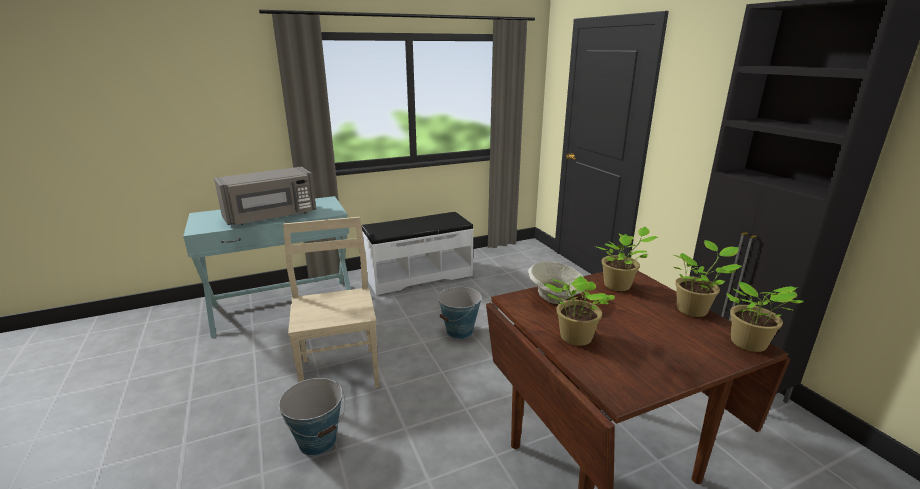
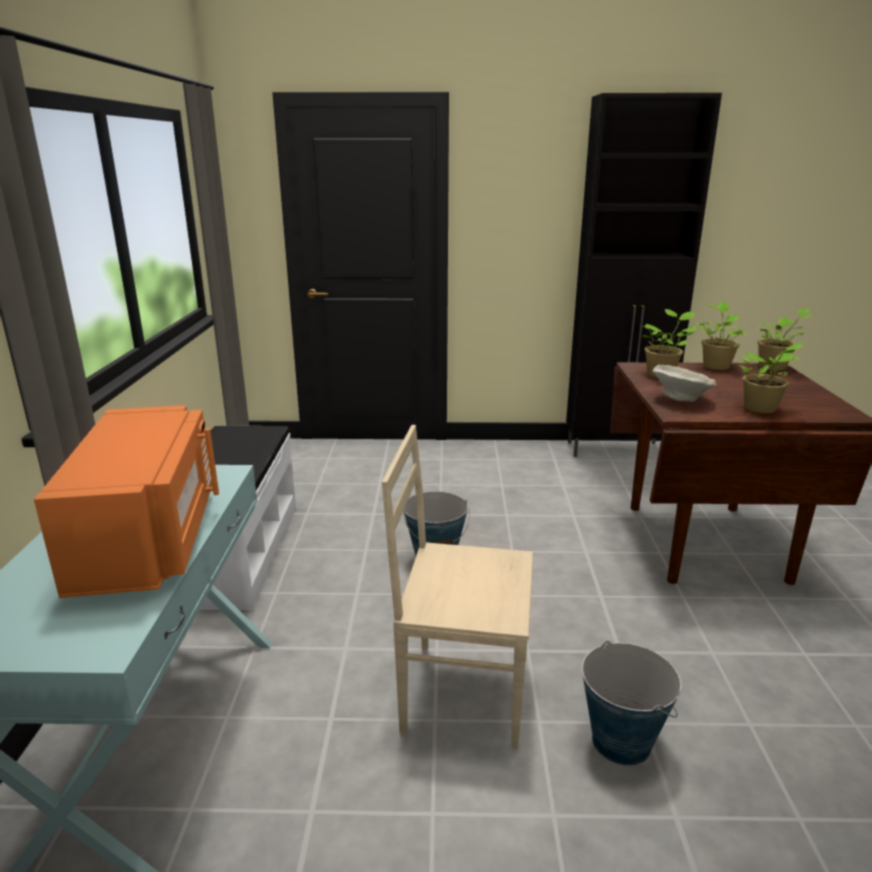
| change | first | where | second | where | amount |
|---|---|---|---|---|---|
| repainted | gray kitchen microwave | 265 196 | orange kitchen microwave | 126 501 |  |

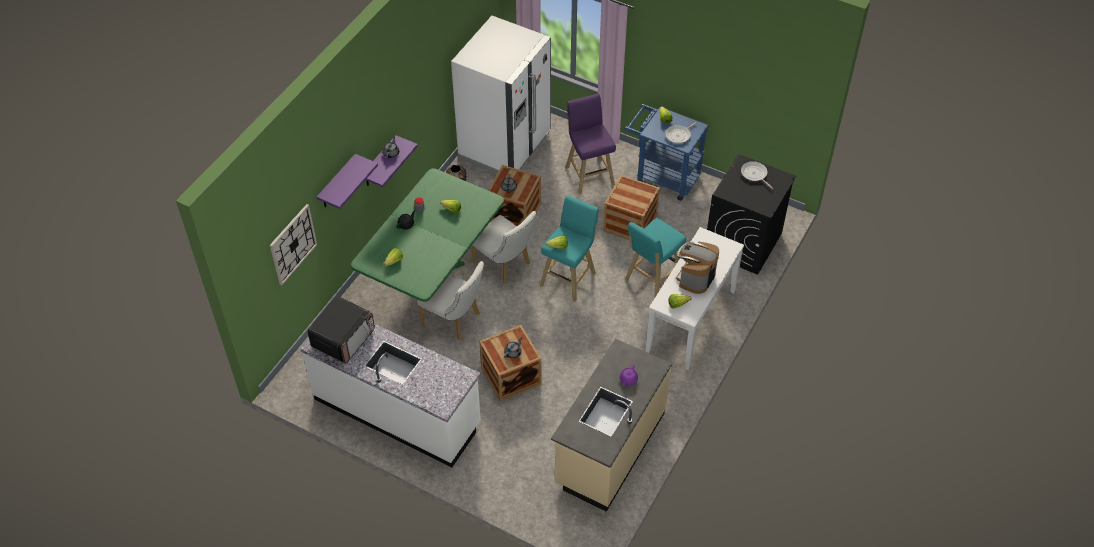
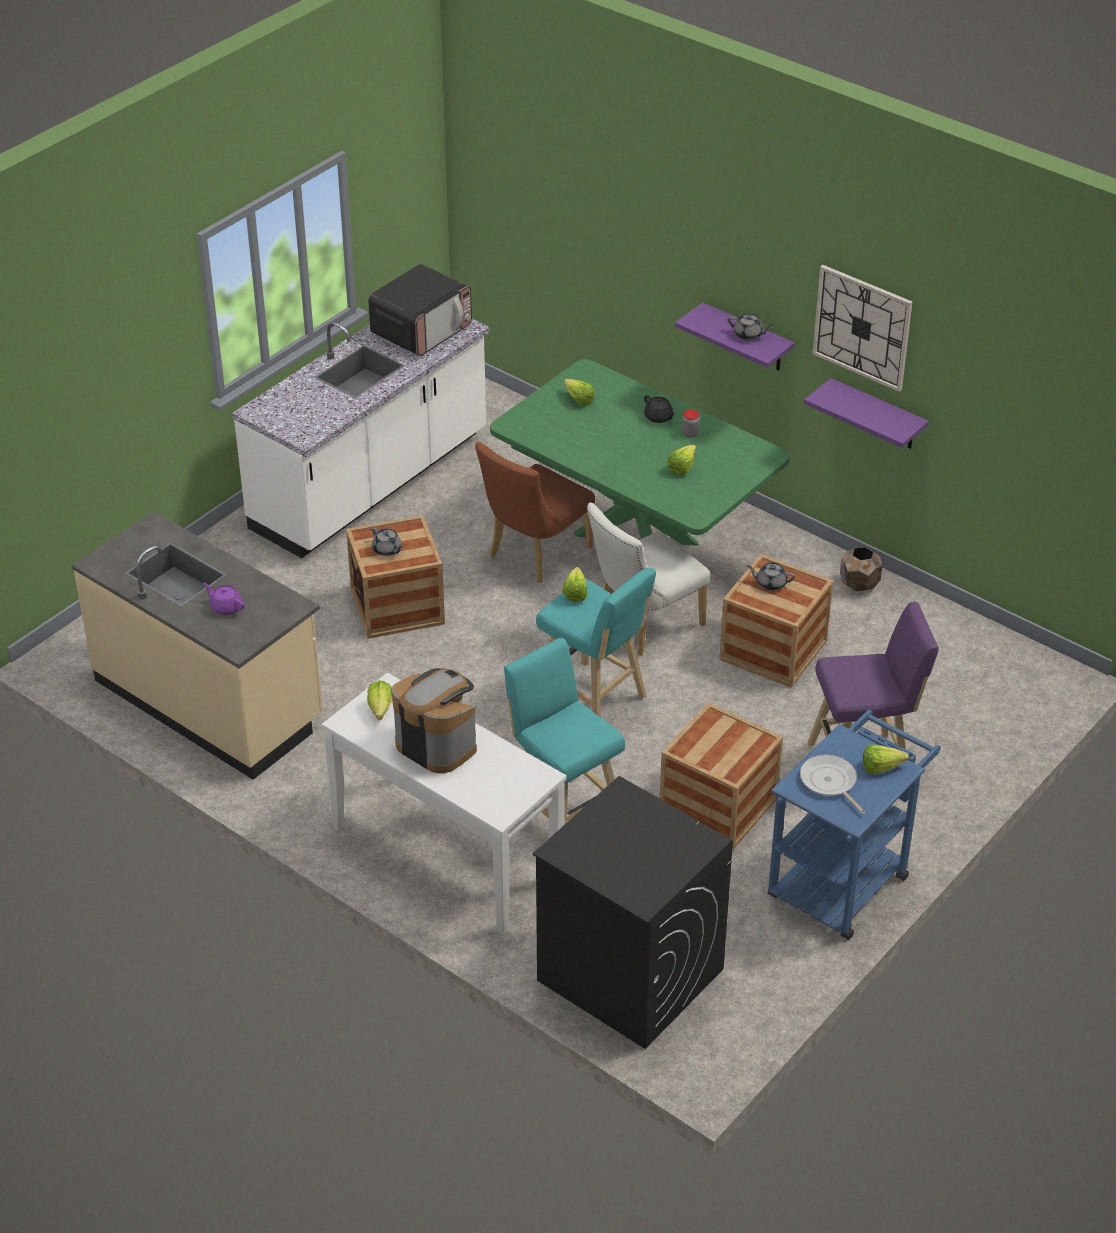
| change | first | where | second | where | amount |
|---|---|---|---|---|---|
| gone | whitish fridge | 501 95 |  |  |  |
| gone | skillet | 757 175 |  |  |  |
| shifted | hanging clock | 293 244 |  | 862 328 |  |
| shifted | purplish bracket shelf | 347 181 |  | 866 413 |  |
| repainted | whitish chair | 450 300 | brown-coloured chair | 535 512 |  |
| rotated | kitchen microwave | 341 330 |  | 420 310 | 90 degrees counterclockwise |

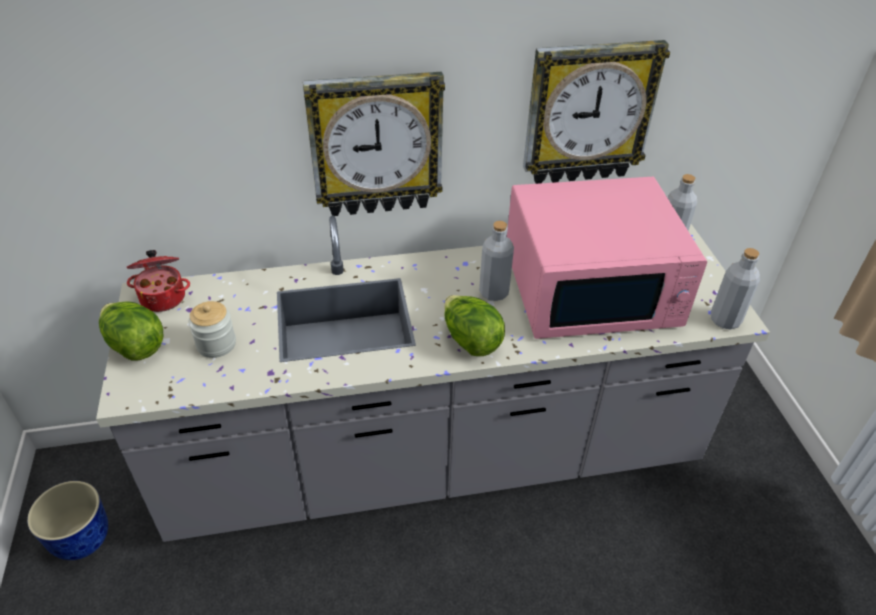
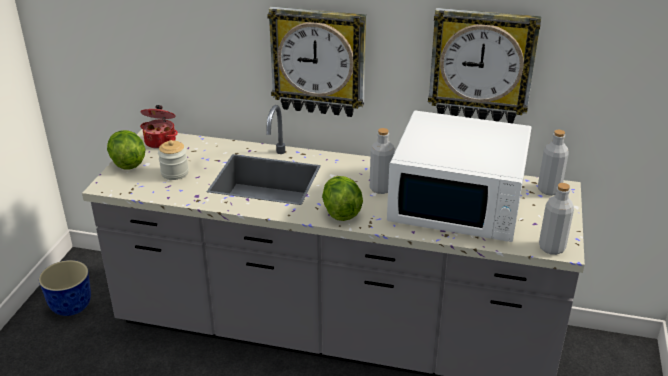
| change | first | where | second | where | amount |
|---|---|---|---|---|---|
| repainted | pink-coloured kitchen microwave | 607 258 | whitish kitchen microwave | 459 176 |  |

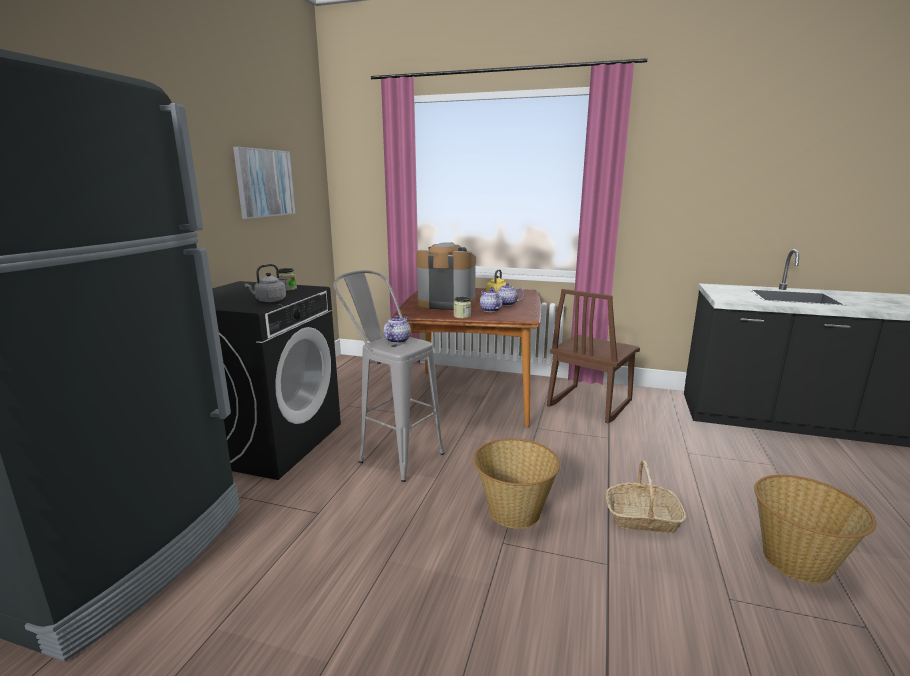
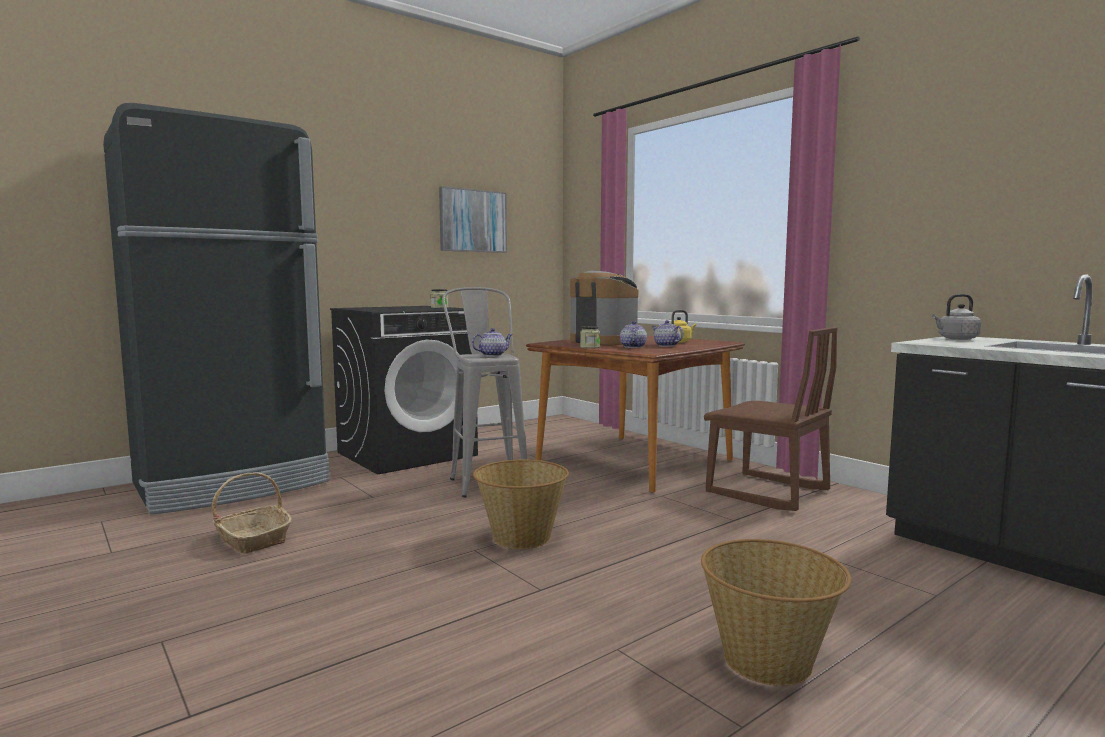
| change | first | where | second | where | amount |
|---|---|---|---|---|---|
| shifted | gray water kettle | 265 283 |  | 956 317 |  |
| shifted | storage basket | 645 496 |  | 252 513 |  |
| rotated | brown-coloured chair | 593 356 |  | 771 419 | 120 degrees counterclockwise |

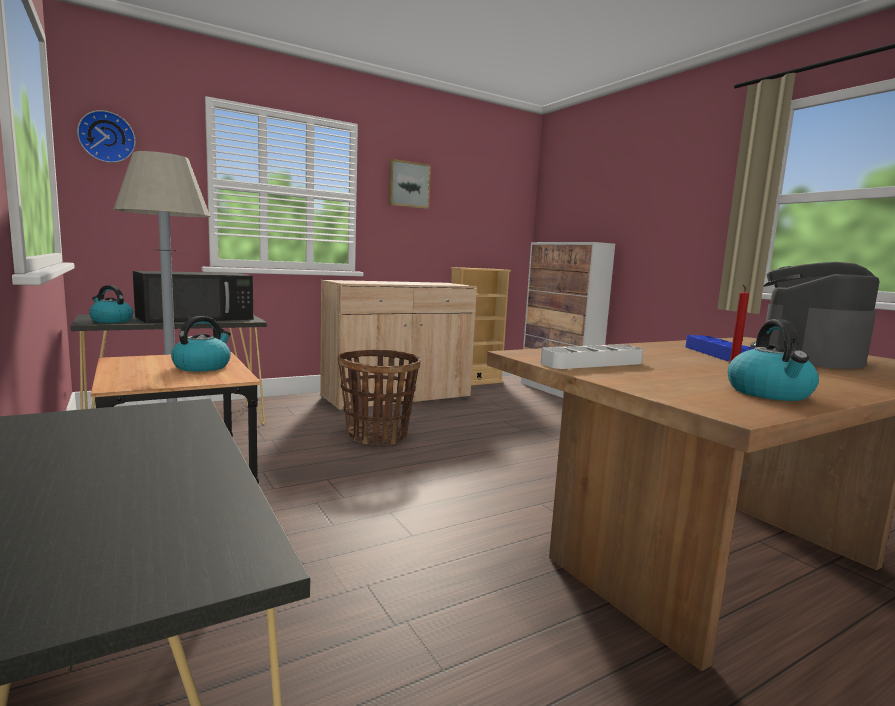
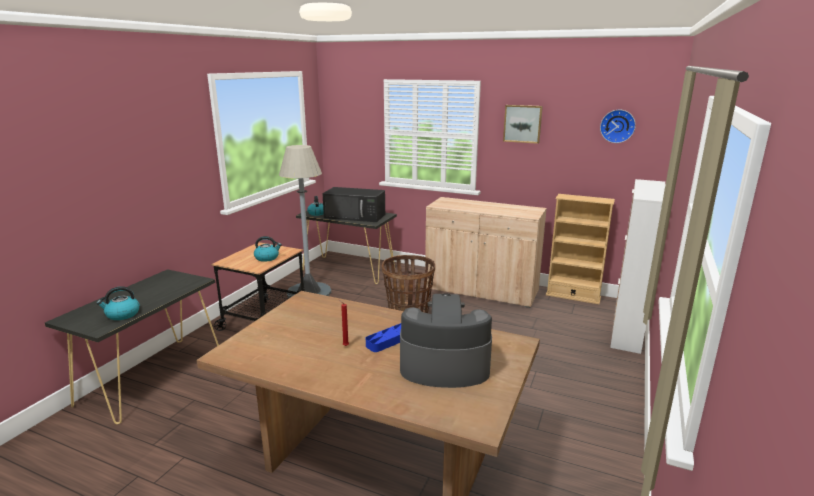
| change | first | where | second | where | amount |
|---|---|---|---|---|---|
| gone | gray serving tray | 591 356 |  |  |  |
| shifted | hanging clock | 106 136 |  | 618 126 |  |
| shifted | water kettle | 773 360 |  | 118 303 |  |

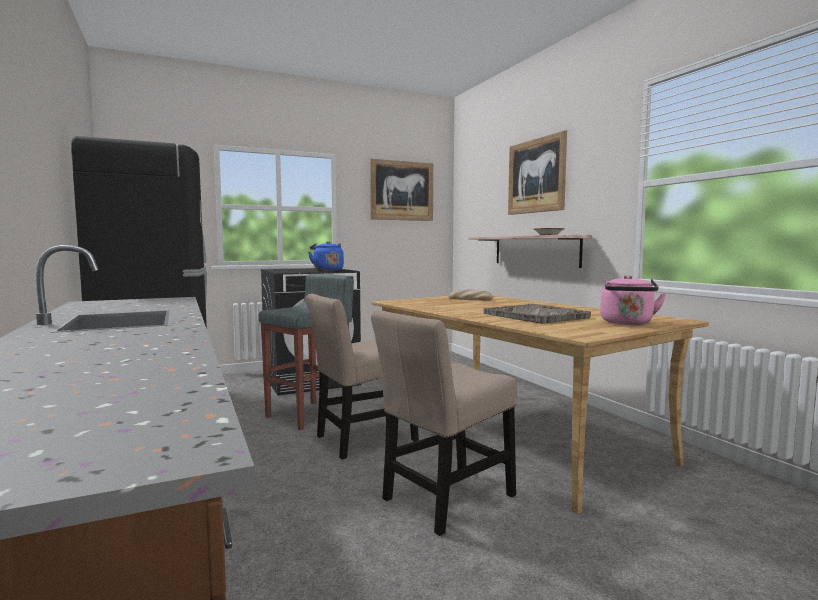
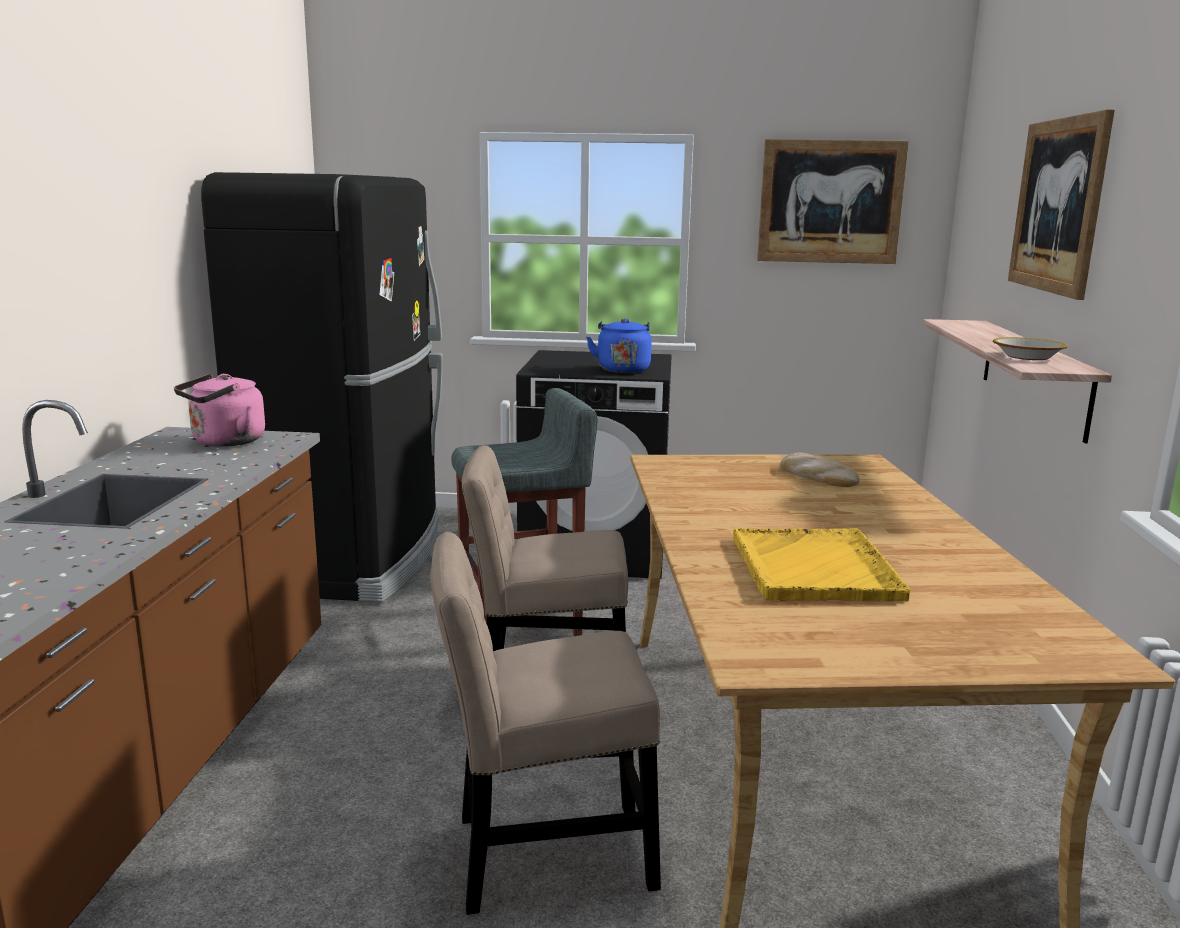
| change | first | where | second | where | amount |
|---|---|---|---|---|---|
| shifted | pink-coloured water kettle | 633 300 |  | 219 410 |  |
| repainted | gray serving tray | 537 314 | yellow-coloured serving tray | 822 565 |  |

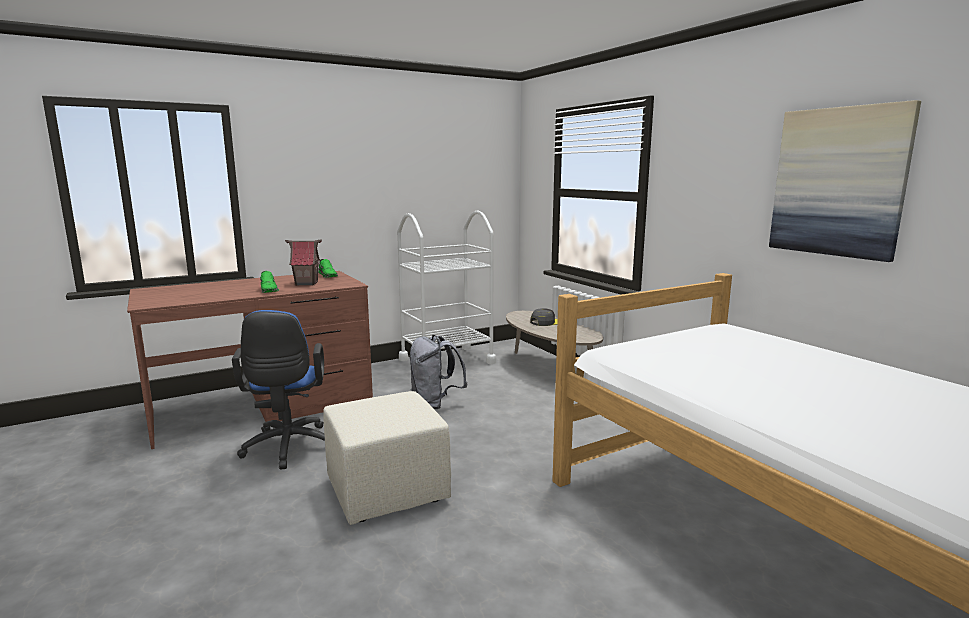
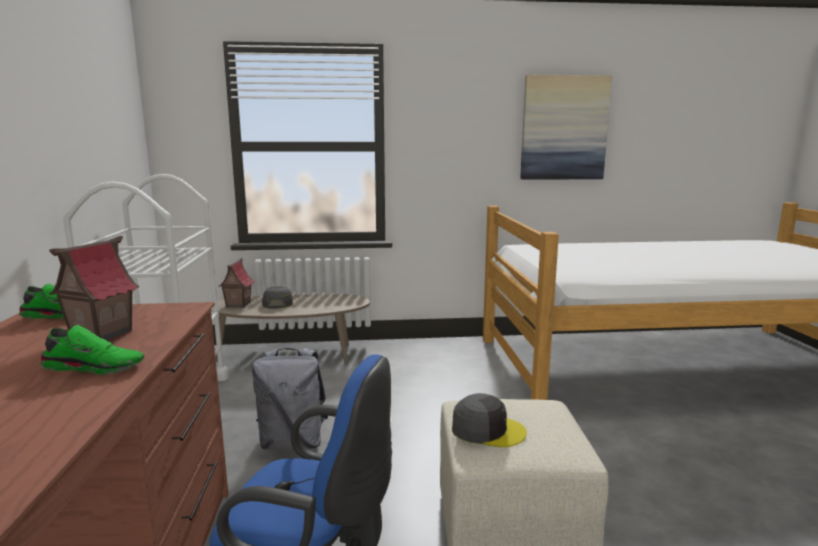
| change | first | where | second | where | amount |
|---|---|---|---|---|---|
| new |  |  | toy house | 236 283 |  |
| new |  |  | gray cap | 489 420 |  |

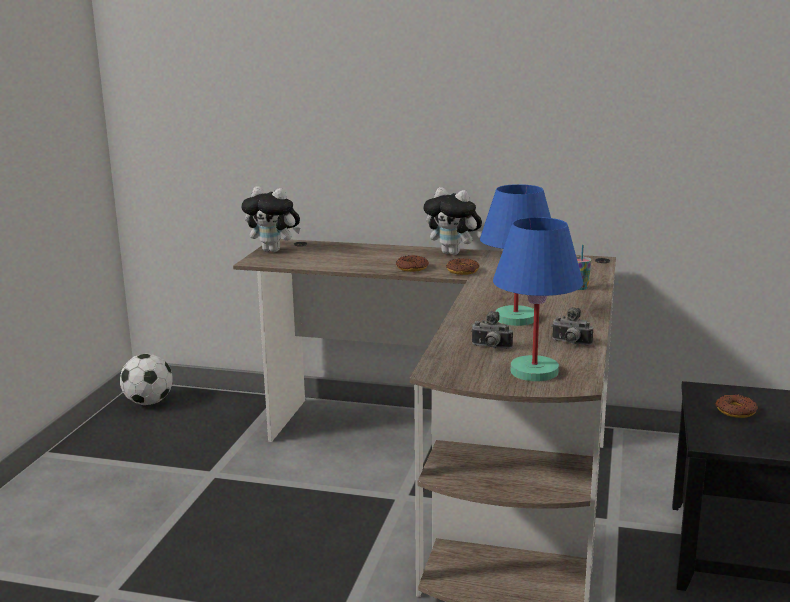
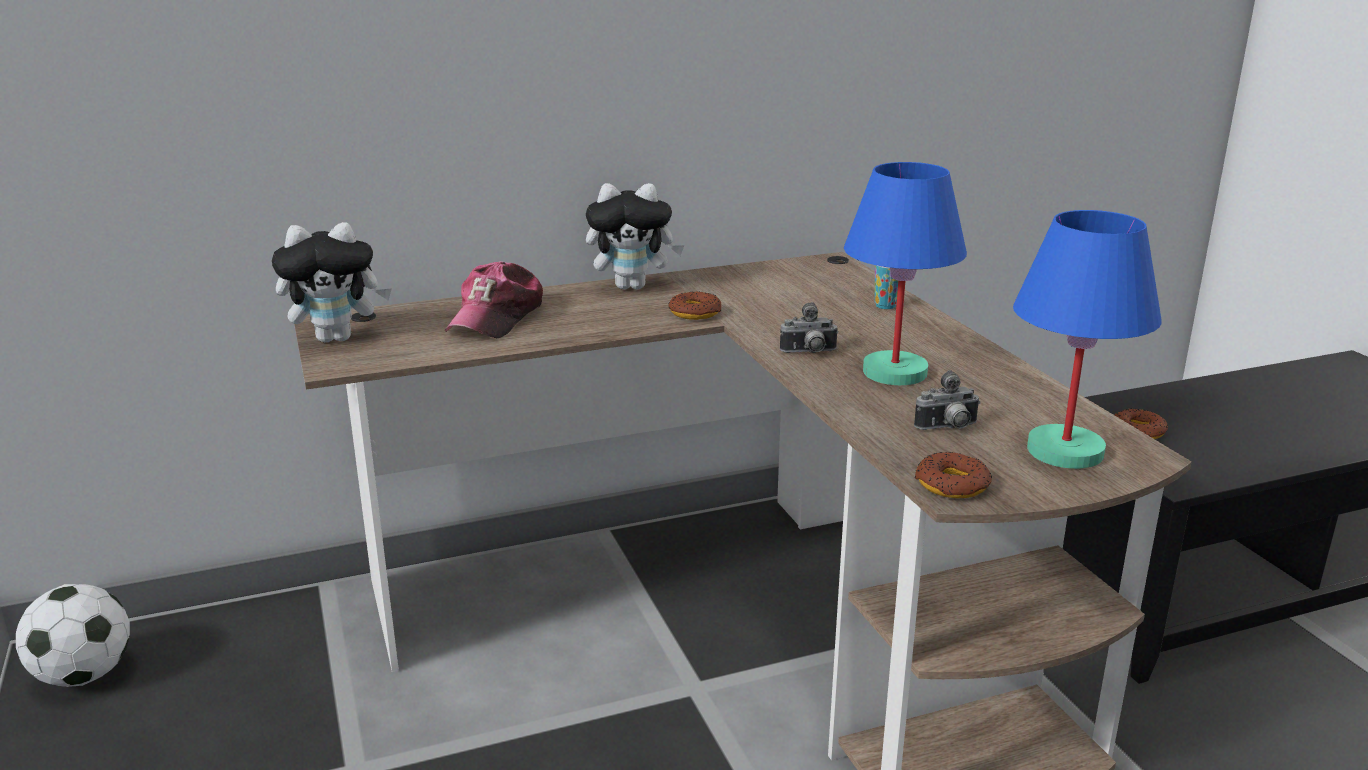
| change | first | where | second | where | amount |
|---|---|---|---|---|---|
| new |  |  | cap | 494 299 |  |
| shifted | doughnut | 412 263 |  | 953 475 |  |
| shifted | photo camera | 572 326 |  | 809 327 |  |

